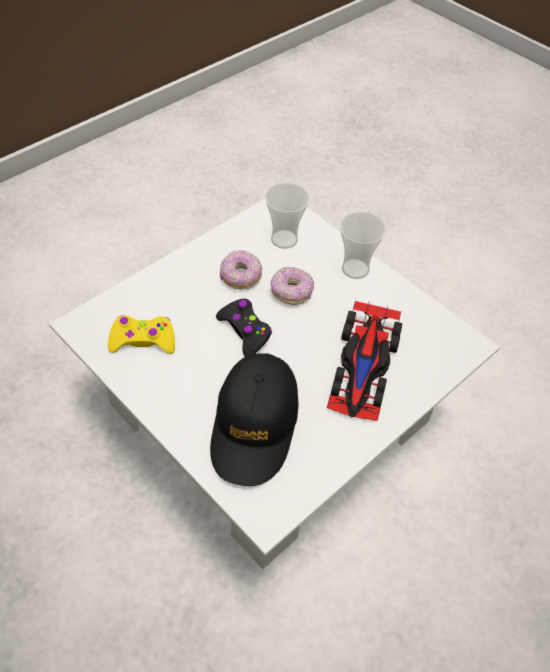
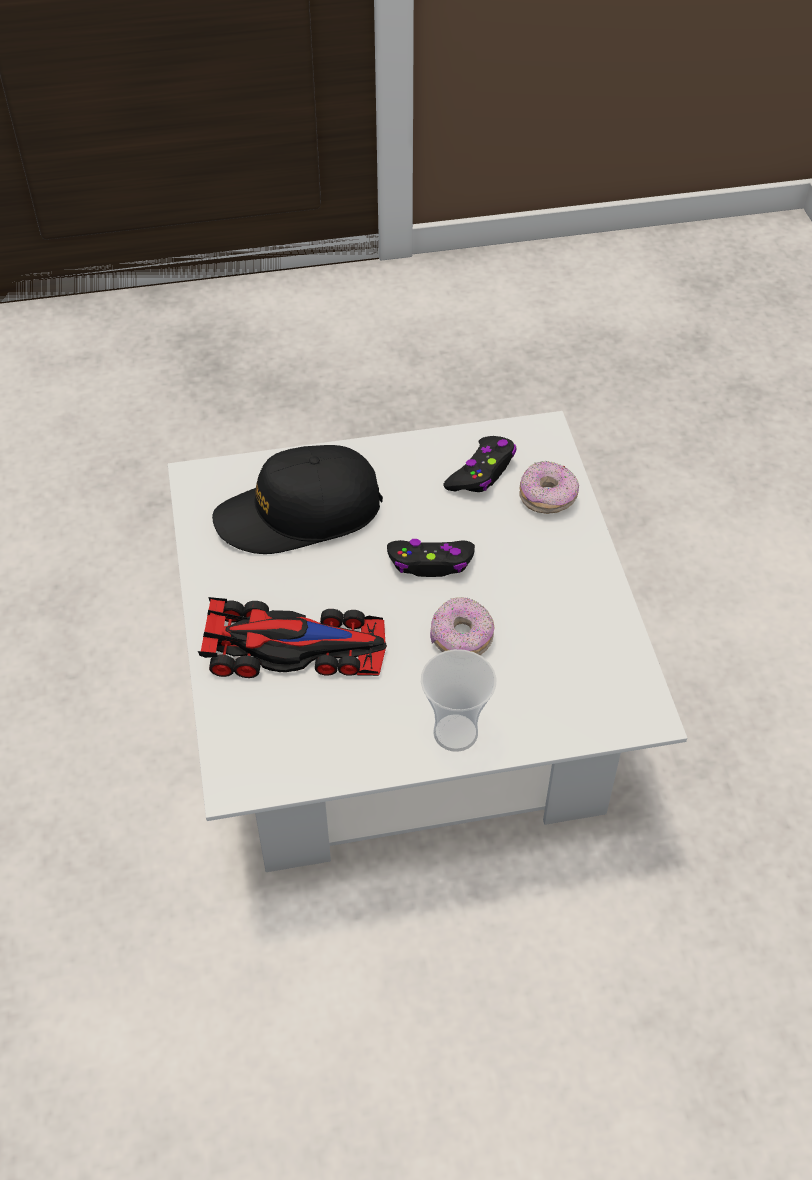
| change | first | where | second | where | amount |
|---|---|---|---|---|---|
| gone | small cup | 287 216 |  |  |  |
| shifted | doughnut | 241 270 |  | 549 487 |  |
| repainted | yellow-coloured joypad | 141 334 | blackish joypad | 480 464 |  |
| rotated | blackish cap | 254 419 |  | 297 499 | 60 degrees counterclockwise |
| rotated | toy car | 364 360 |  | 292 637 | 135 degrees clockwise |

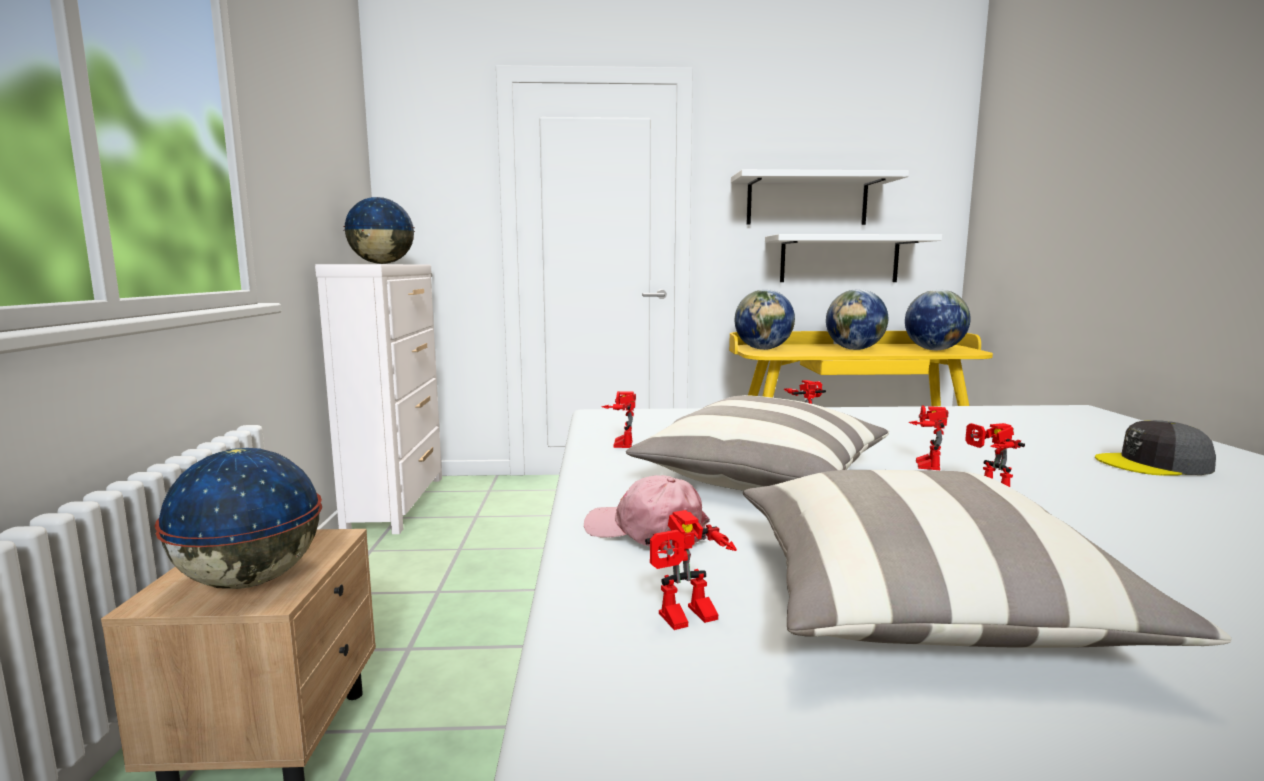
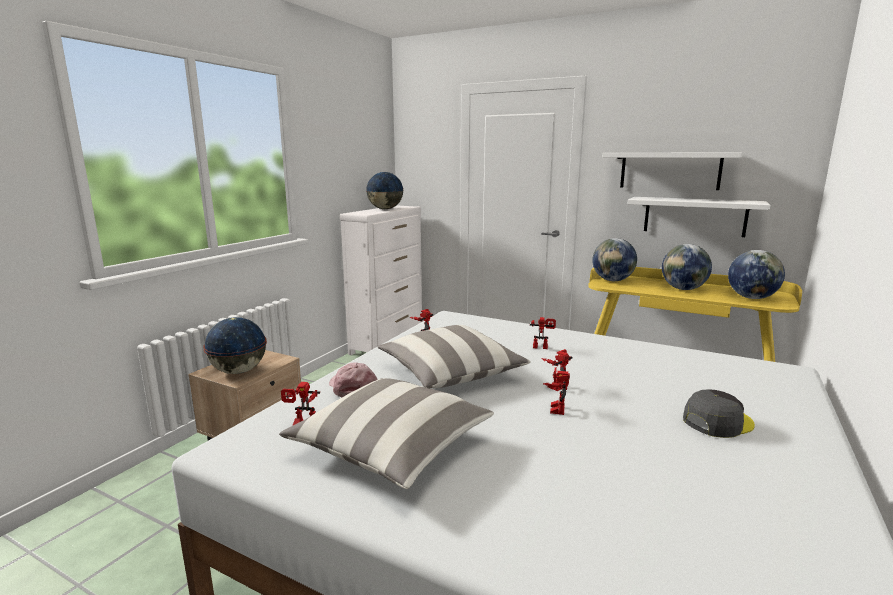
| change | first | where | second | where | amount |
|---|---|---|---|---|---|
| rotated | gray cap | 1155 448 |  | 719 413 | 120 degrees clockwise |

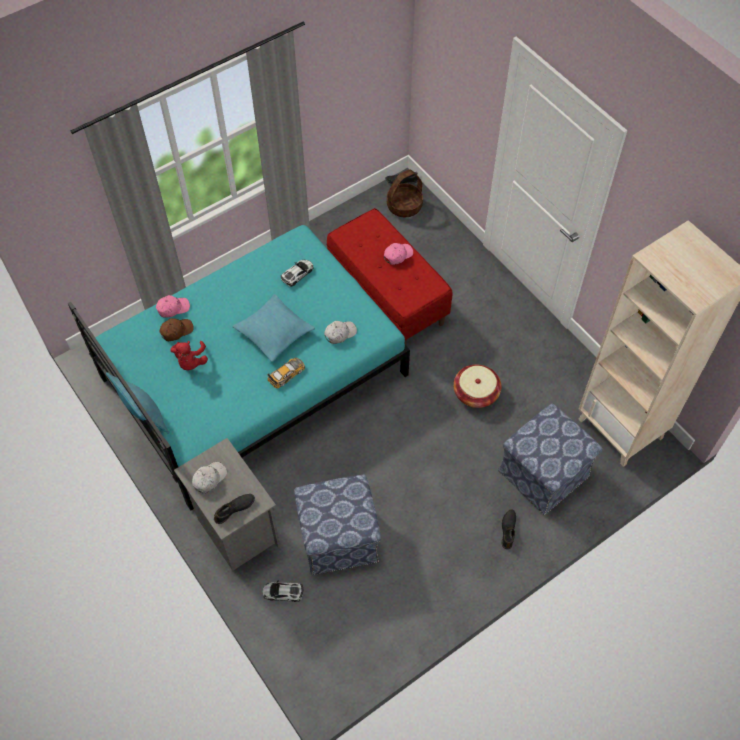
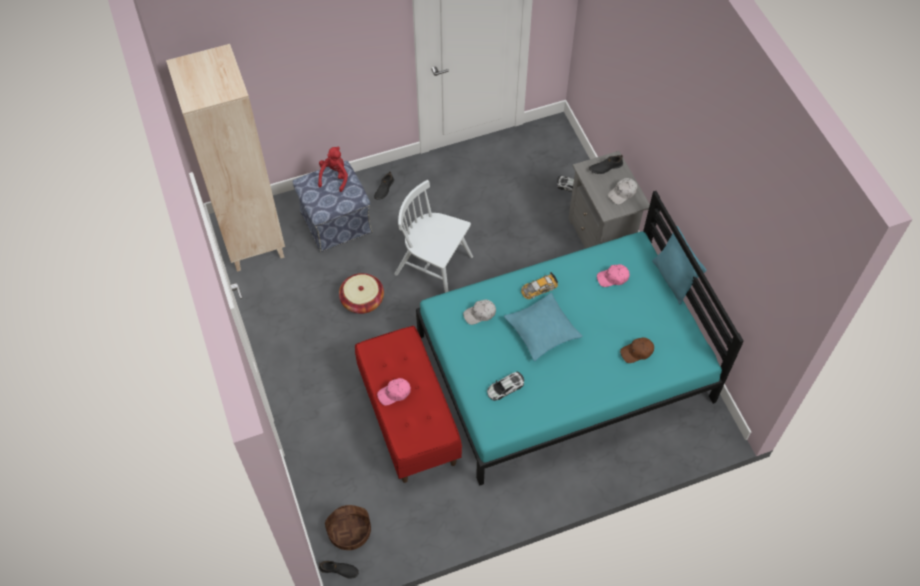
| change | first | where | second | where | amount |
|---|---|---|---|---|---|
| gone | footrest | 337 524 |  |  |  |
| new |  |  | whitish chair | 434 236 |  |
| shifted | pink-coloured cap | 173 306 |  | 613 275 |  |
| shifted | red soft toy | 189 355 |  | 333 169 |  |

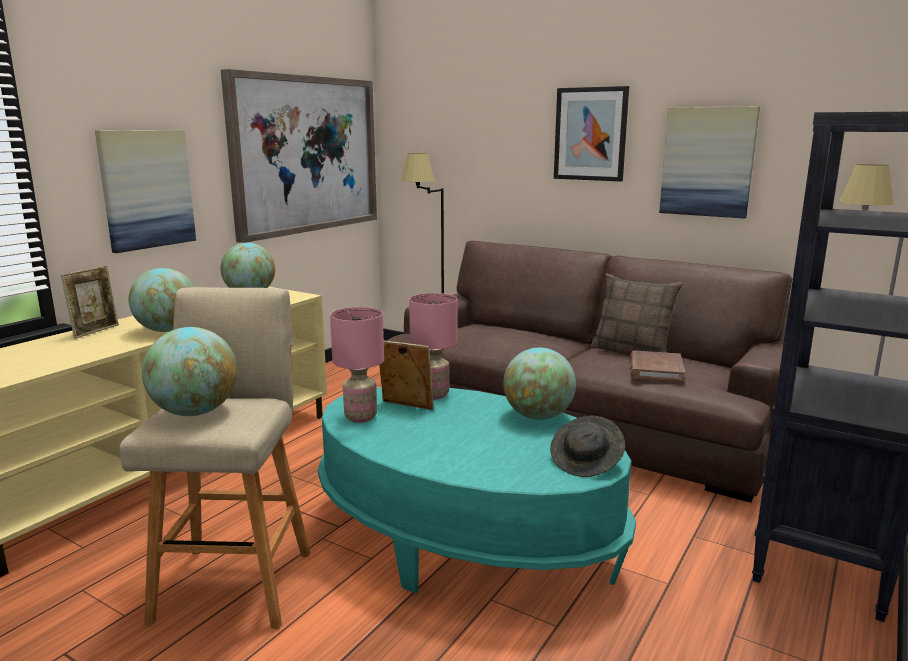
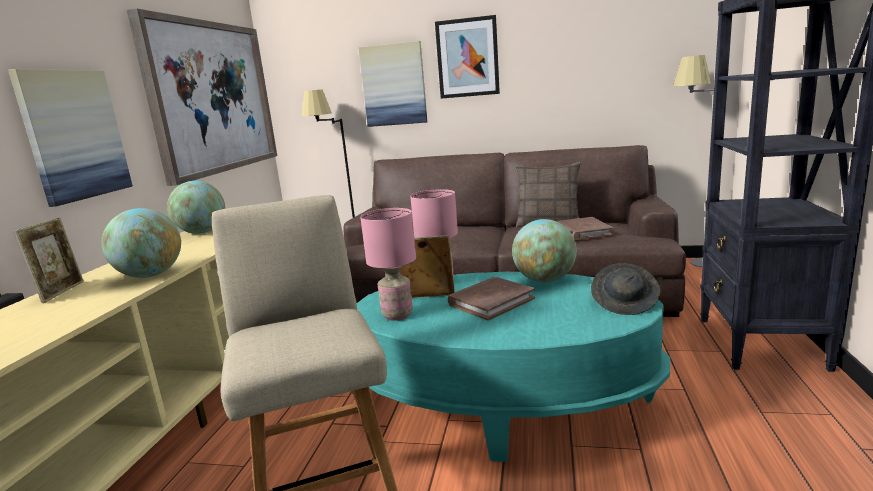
| change | first | where | second | where | amount |
|---|---|---|---|---|---|
| gone | world globe | 189 371 |  |  |  |
| new |  |  | brown-coloured book | 491 298 |  |
| shifted | wall picture | 709 162 |  | 392 84 |  |

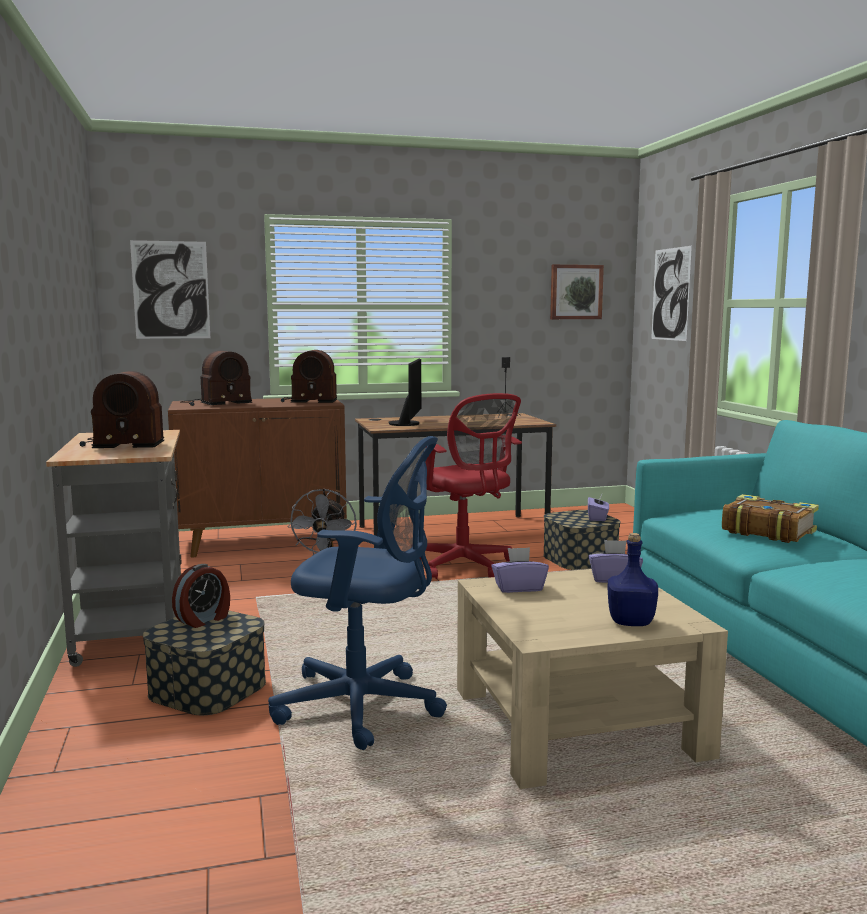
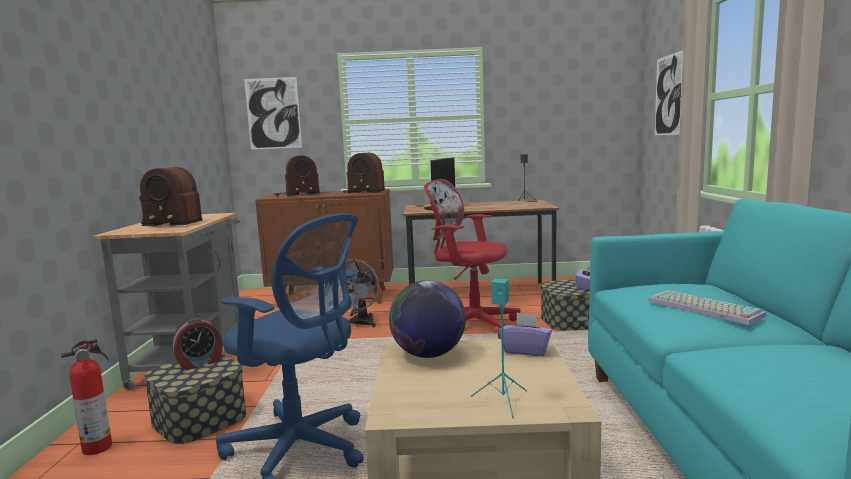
| change | first | where | second | where | amount |
|---|---|---|---|---|---|
| gone | wall picture | 577 291 |  |  |  |
| new |  |  | fire extinguisher | 86 396 |  |
| swapped | purplish box of tissues | 520 570 | world globe | 427 319 |  |
| swapped | blue bottle | 632 579 | turquoise-coloured audio speaker | 499 348 |  |
| swapped | book | 770 518 | computer keyboard | 707 307 |  |
| rotated | red computer chair | 471 486 |  | 472 259 | 135 degrees clockwise |

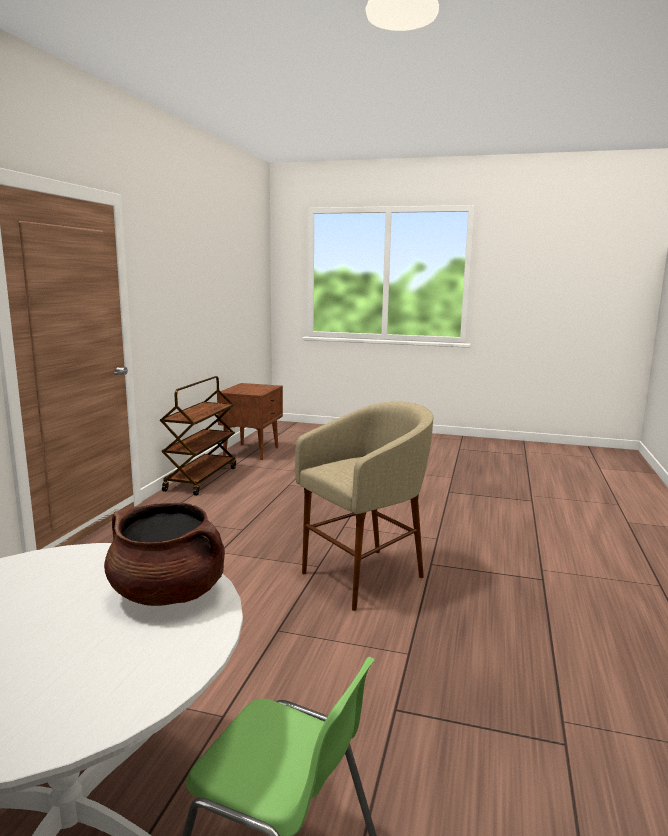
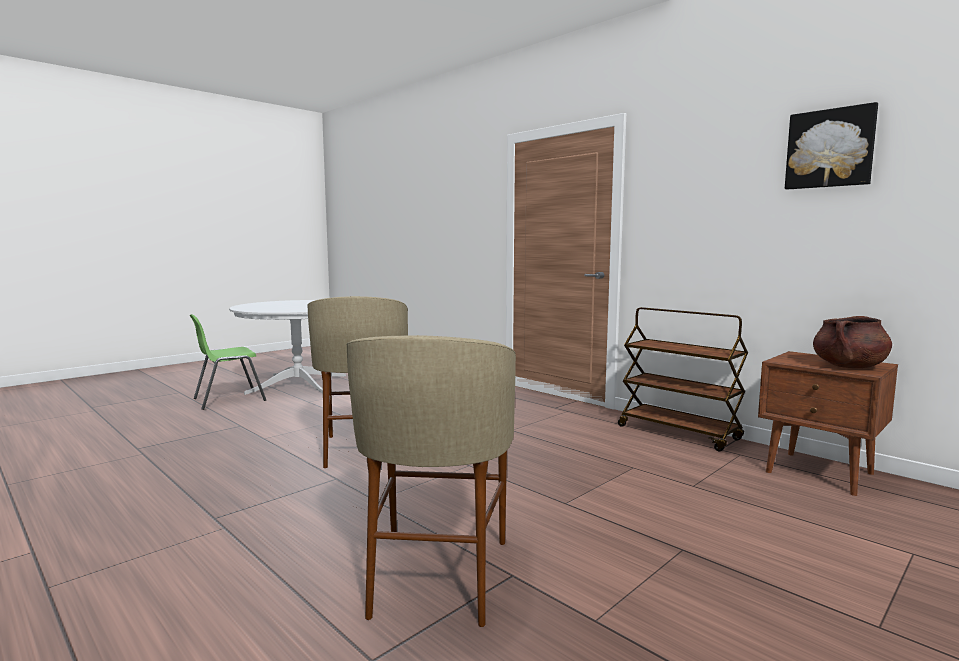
| change | first | where | second | where | amount |
|---|---|---|---|---|---|
| new |  |  | sand-coloured stool | 431 481 |  |
| new |  |  | wall picture | 831 146 |  |
| shifted | brown-coloured cooking pot | 164 554 |  | 852 342 |  |

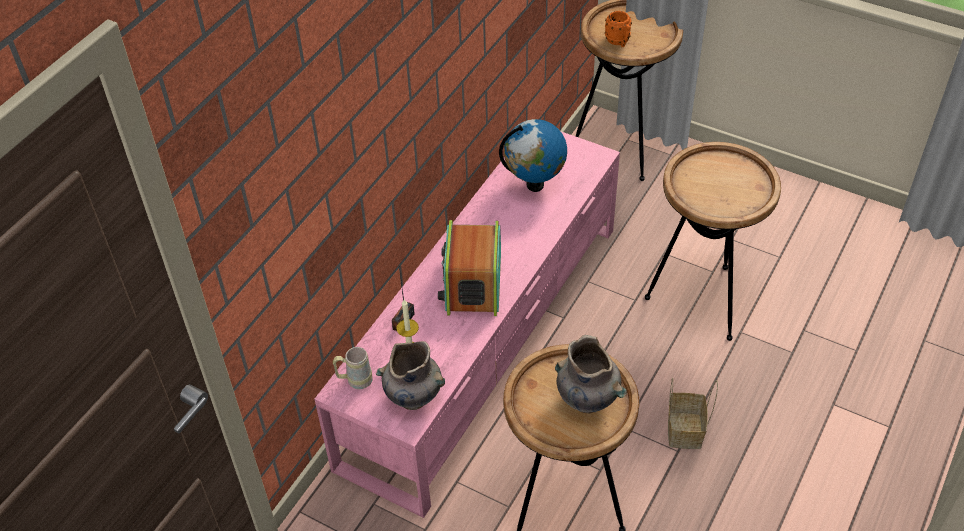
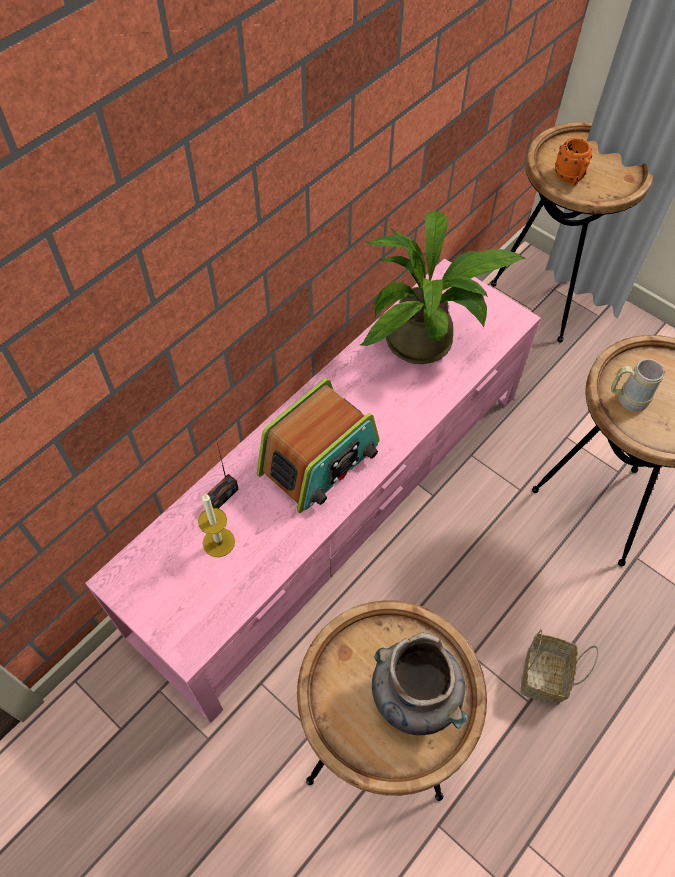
| change | first | where | second | where | amount |
|---|---|---|---|---|---|
| gone | gray vase | 410 375 |  |  |  |
| shifted | sand-coloured mug | 352 368 |  | 637 385 |  |
| swapped | world globe | 533 155 | plant in a pot | 443 287 |  |
| rotated | radio set | 469 268 |  | 318 445 | 150 degrees counterclockwise |

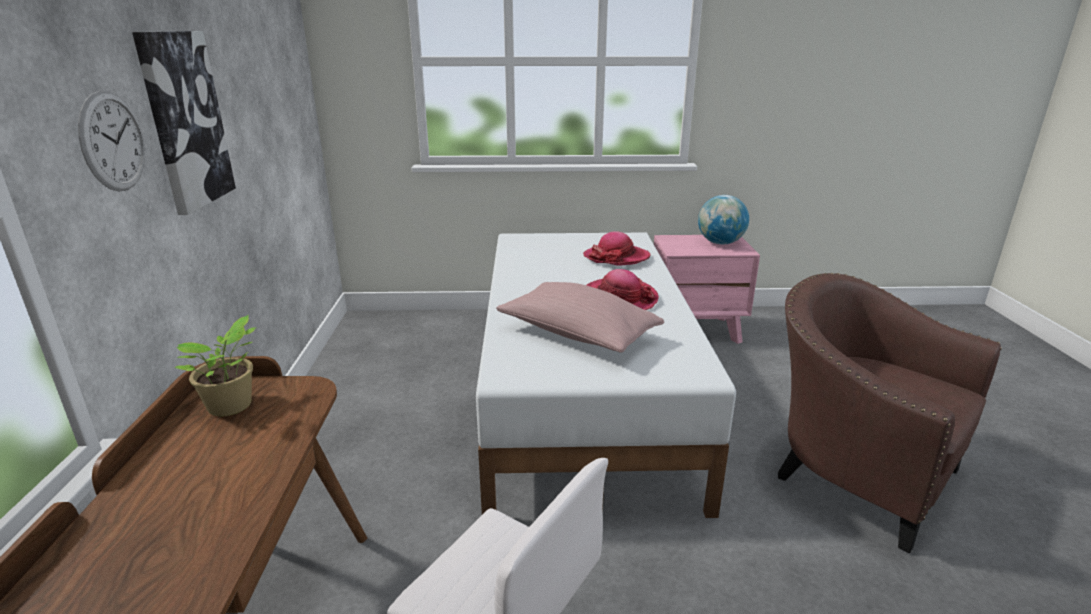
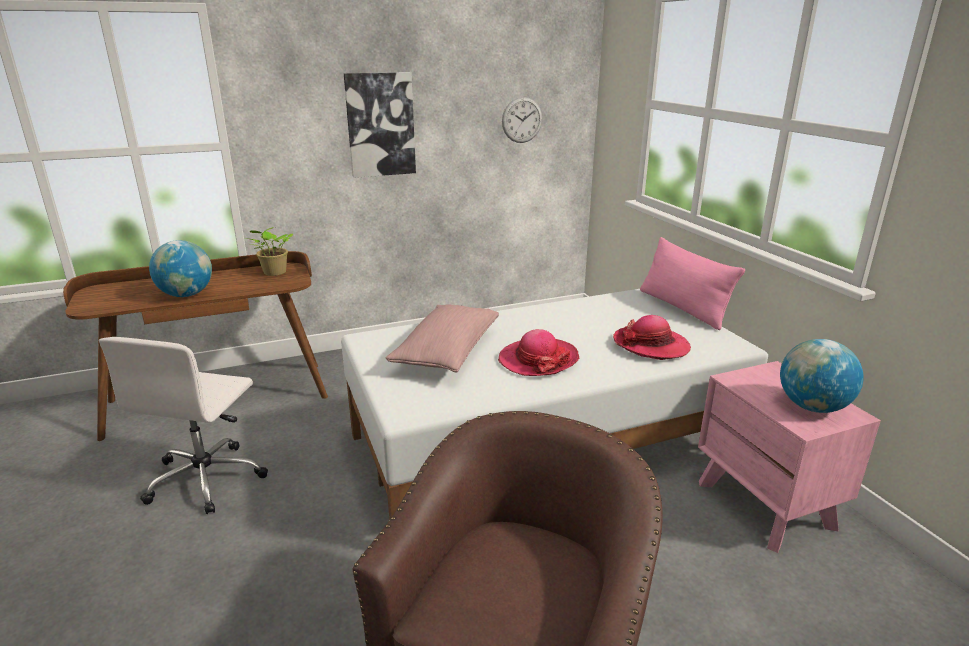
| change | first | where | second | where | amount |
|---|---|---|---|---|---|
| new |  |  | world globe | 180 268 |  |
| new |  |  | pink-coloured cushion | 692 283 |  |
| shifted | hanging clock | 111 141 |  | 522 120 |  |

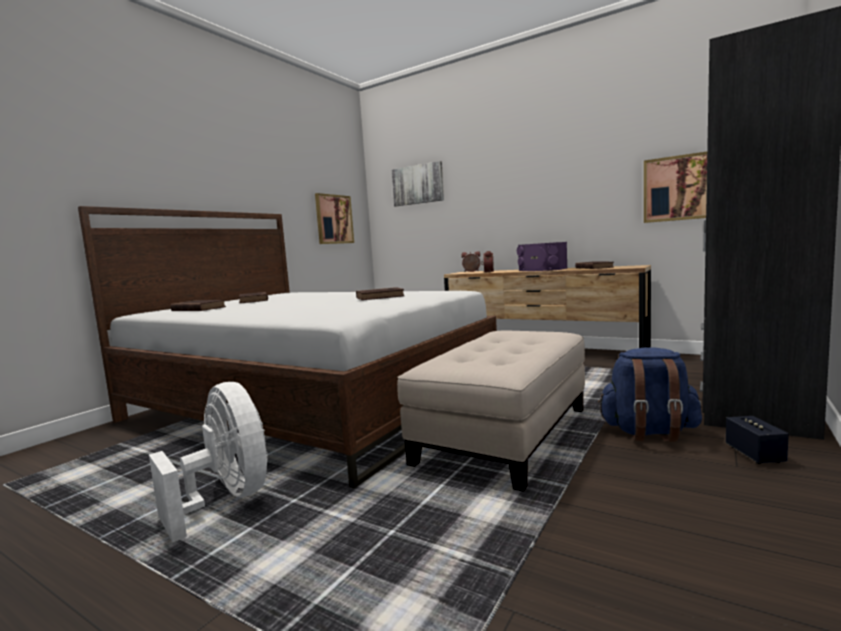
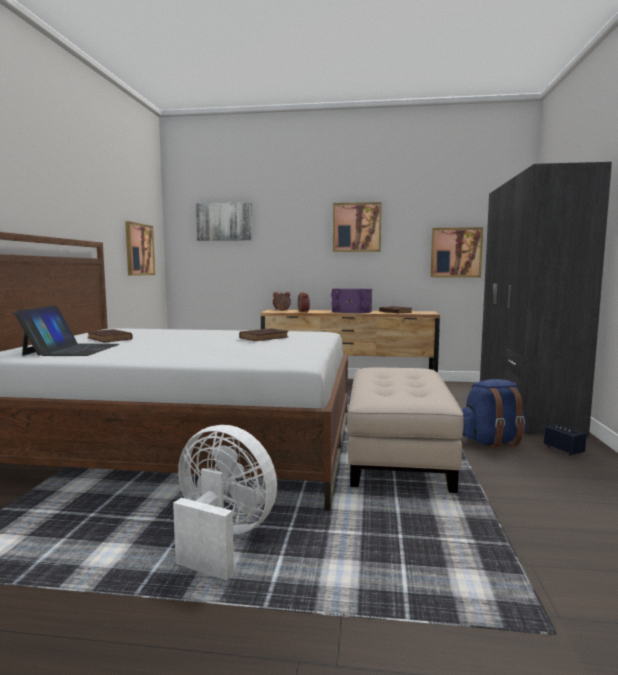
| change | first | where | second | where | amount |
|---|---|---|---|---|---|
| new |  |  | wall picture | 357 227 |  |
| swapped | brown-coloured book | 198 305 | notebook computer | 66 331 |  |

